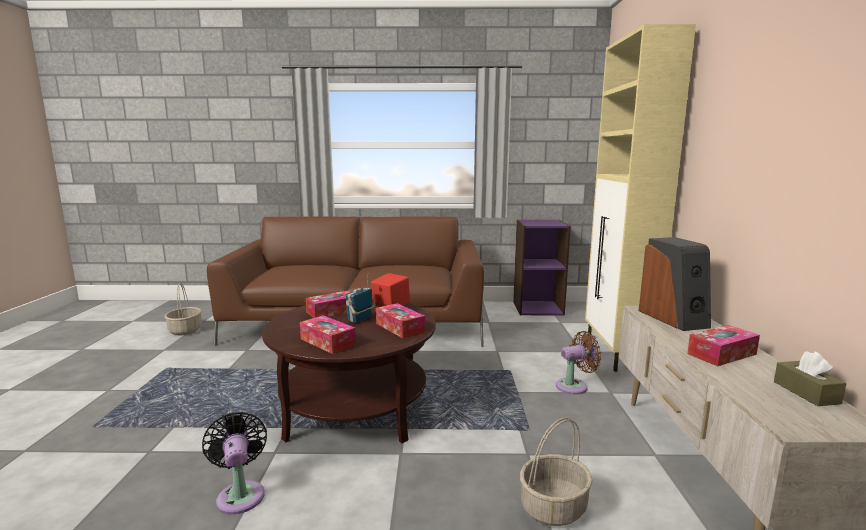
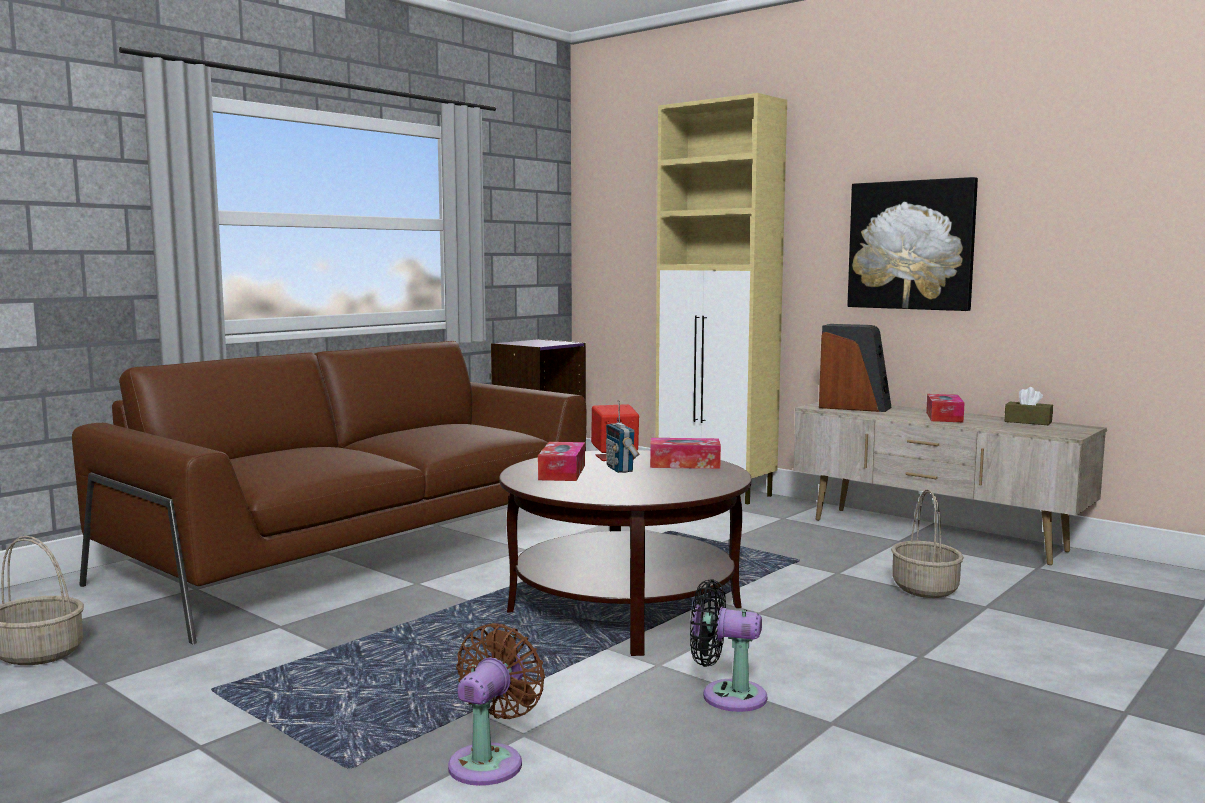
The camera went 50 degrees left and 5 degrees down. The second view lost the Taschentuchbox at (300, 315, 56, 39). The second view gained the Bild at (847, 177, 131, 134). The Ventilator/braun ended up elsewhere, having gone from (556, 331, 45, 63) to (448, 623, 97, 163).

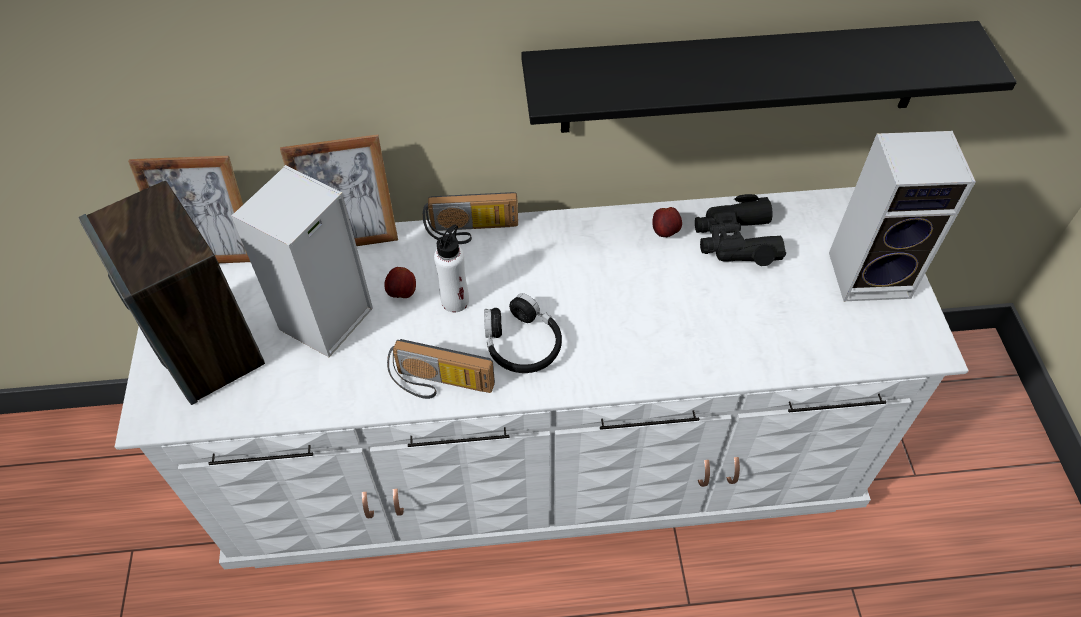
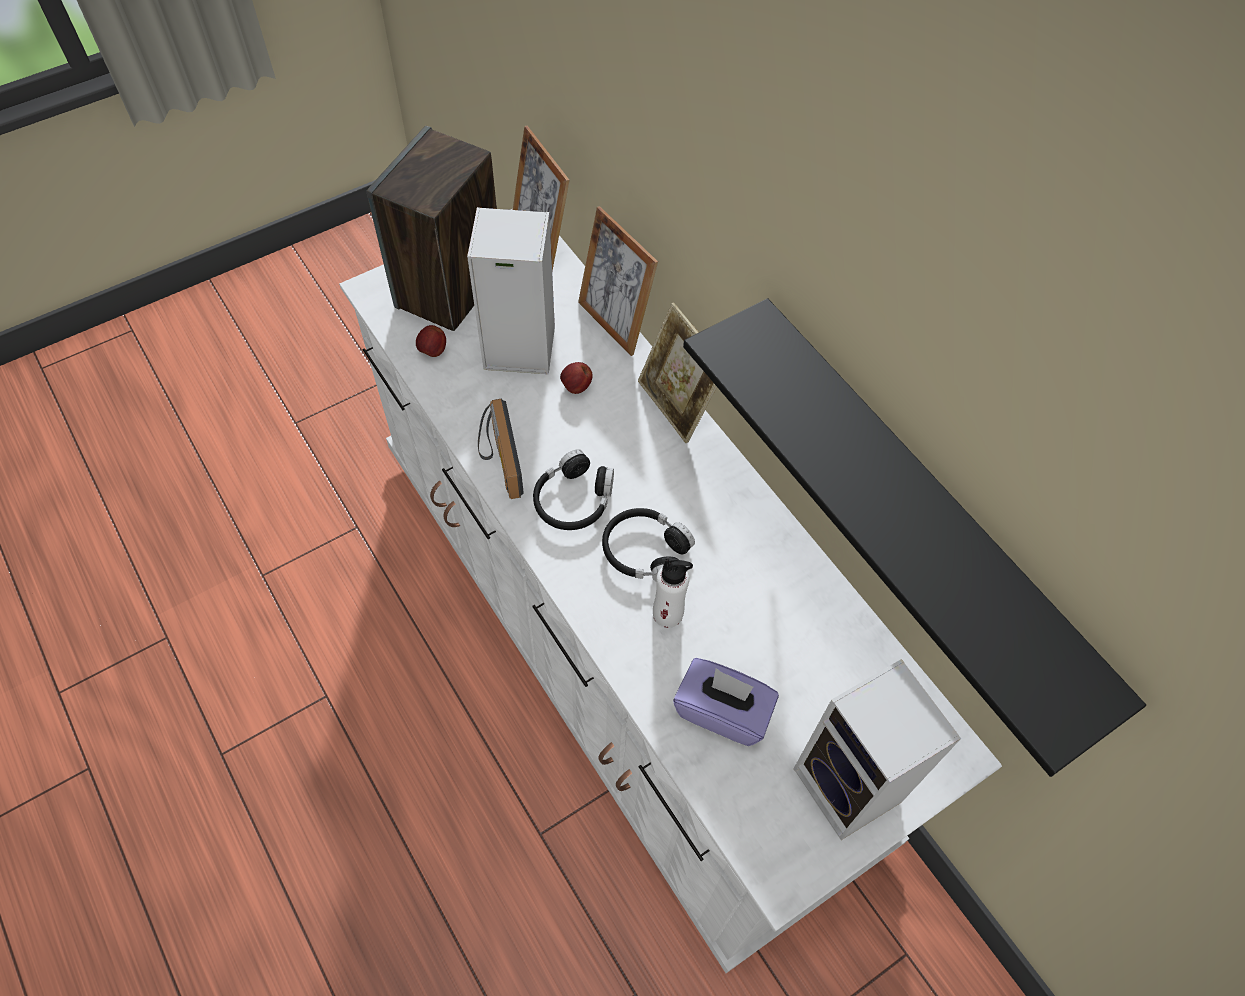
The camera went 60 degrees right and 5 degrees up. The second view lost the Fernglas/schwarz at (695, 194, 91, 72). The second view gained the Kopfhörer/schwarz at (602, 508, 93, 73). The second view gained the Taschentuchbox/lila at (673, 658, 106, 88). The Flasche/weiß ended up elsewhere, having gone from (434, 225, 35, 87) to (653, 558, 40, 70). The Apfel ended up elsewhere, having gone from (652, 207, 30, 31) to (416, 325, 30, 32). Where the Radio stood at (423, 192, 95, 52), the Bilderrahmen came to stand at (638, 303, 79, 141).

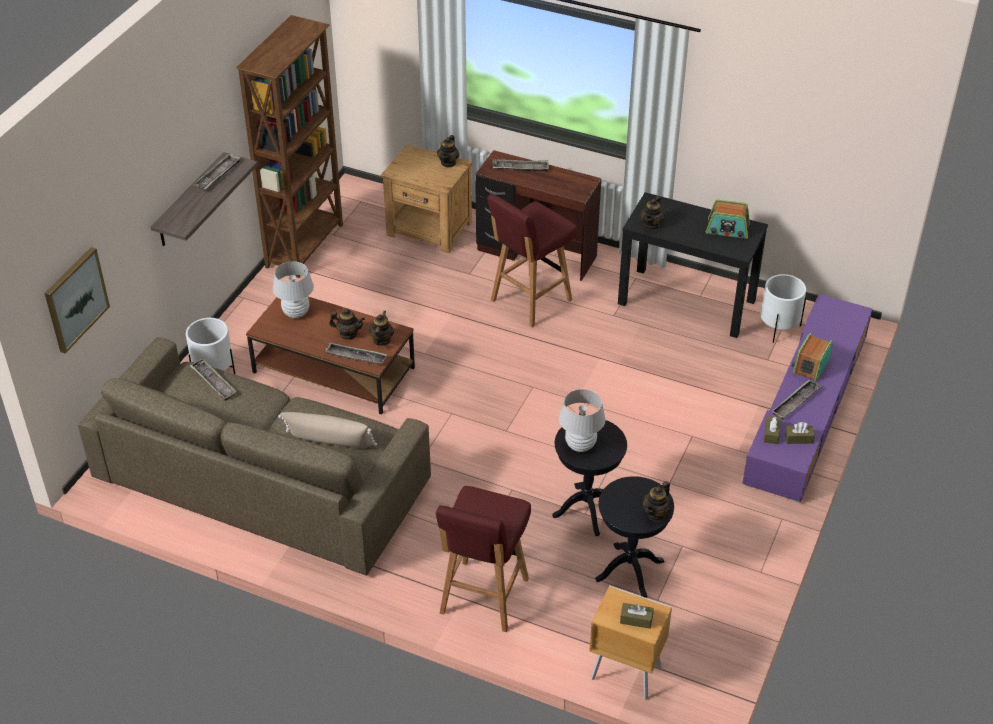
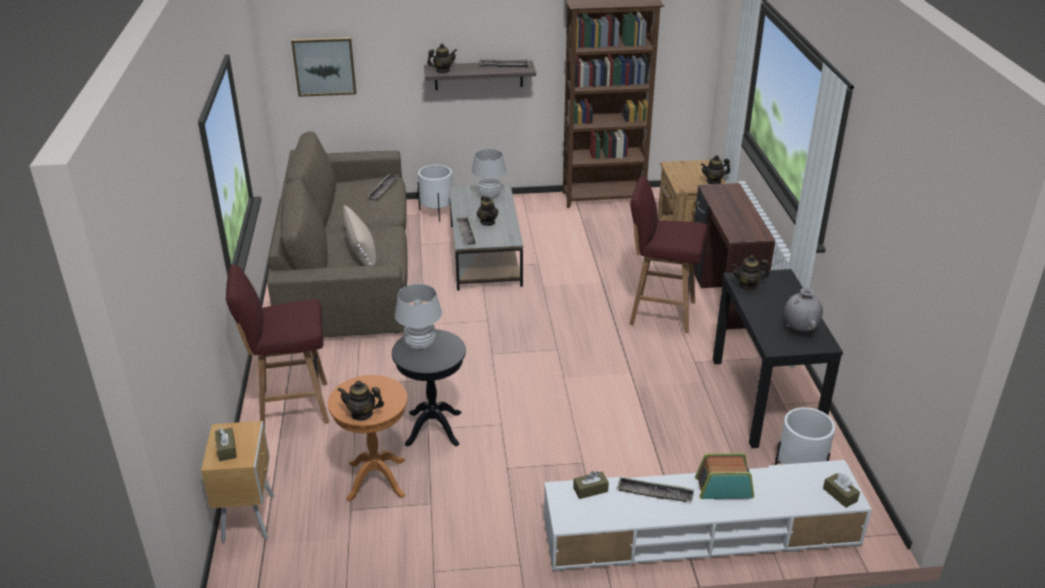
The camera went 60 degrees right and 10 degrees down. The second view lost the Tablett at (493, 159, 56, 13). The Teekanne ended up elsewhere, having gone from (369, 311, 25, 35) to (427, 43, 30, 30). The Taschentuchbox/braun ended up elsewhere, having gone from (785, 422, 30, 22) to (823, 473, 37, 35). Where the Radio stood at (706, 200, 44, 38), the Vase/grau came to stand at (784, 288, 39, 43). What was the Couchtisch/braun at (246, 297, 169, 118) turned into the Couchtisch/grau at (449, 184, 74, 106). What was the Beistelltisch/schwarz at (595, 476, 79, 122) turned into the Beistelltisch/orange at (328, 375, 79, 127). What was the Fernsehschrank/lila at (742, 294, 130, 209) turned into the Fernsehschrank/weiß at (544, 460, 328, 111).

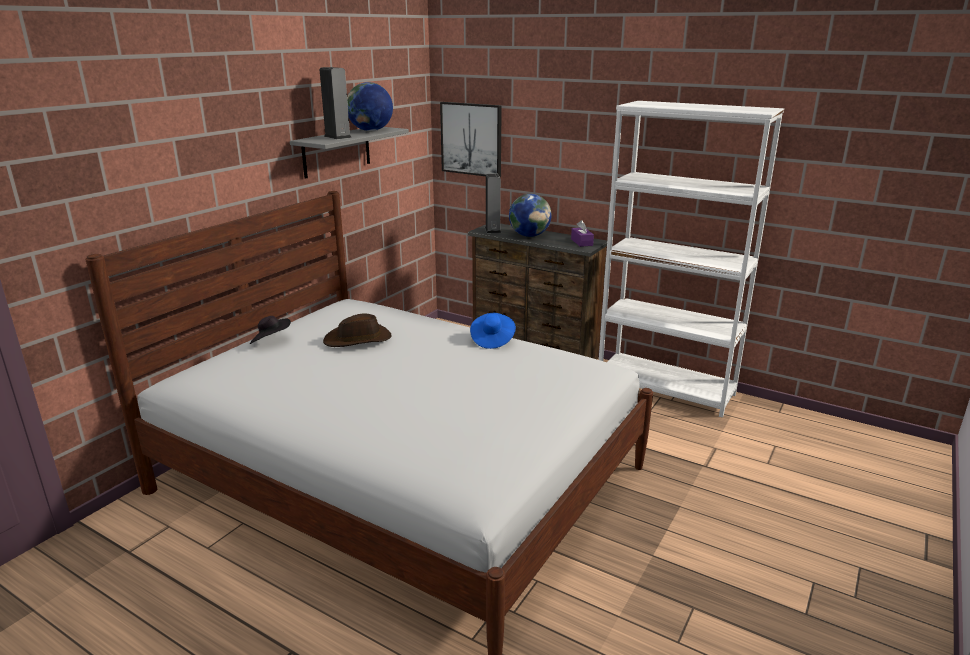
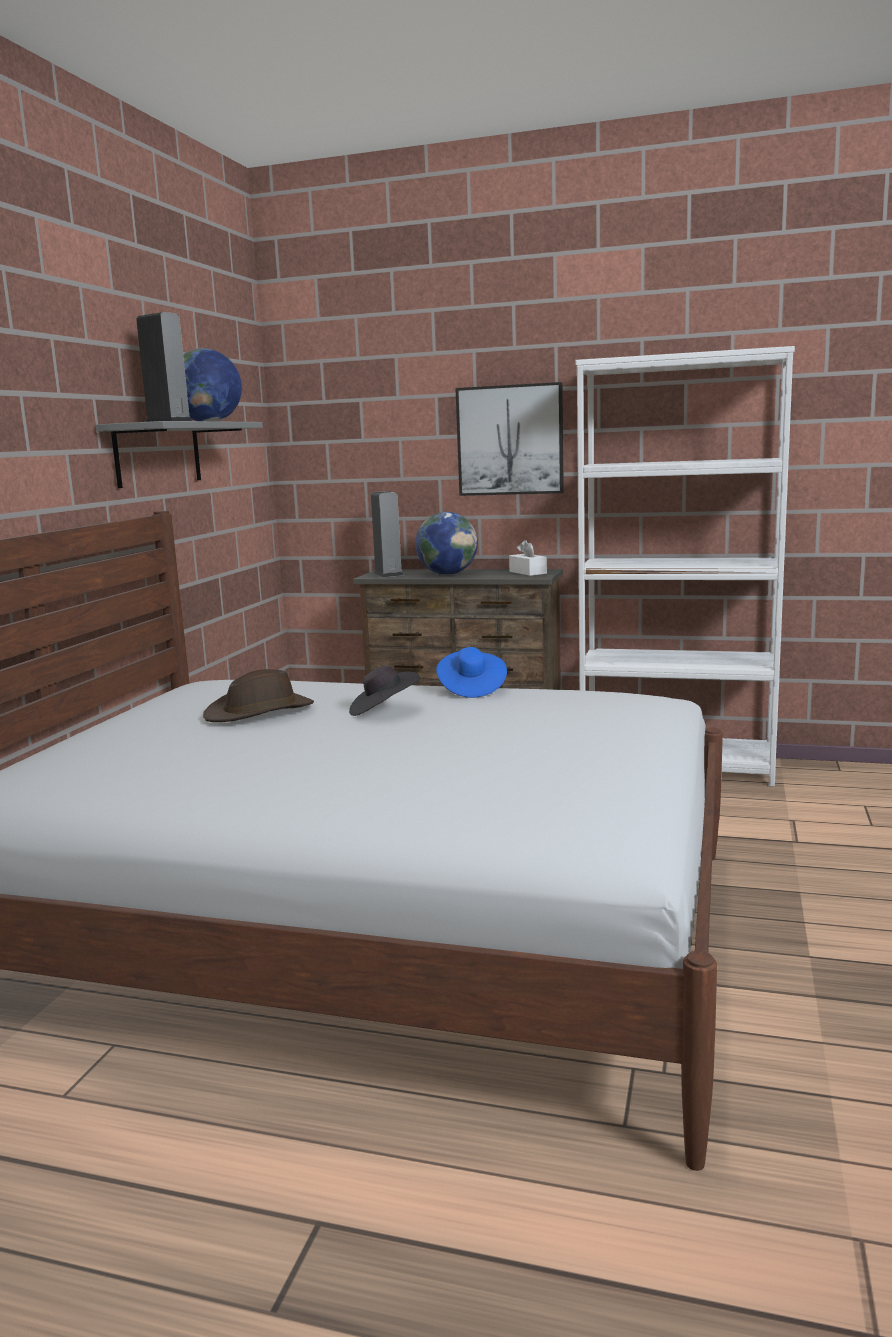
The camera went 15 degrees left and 10 degrees down. The Hut/schwarz ended up elsewhere, having gone from (250, 316, 41, 28) to (349, 666, 71, 50). The Bild ended up elsewhere, having gone from (440, 102, 62, 75) to (456, 382, 108, 114). What was the Taschentuchbox/lila at (571, 220, 23, 27) turned into the Taschentuchbox/weiß at (509, 540, 38, 36).

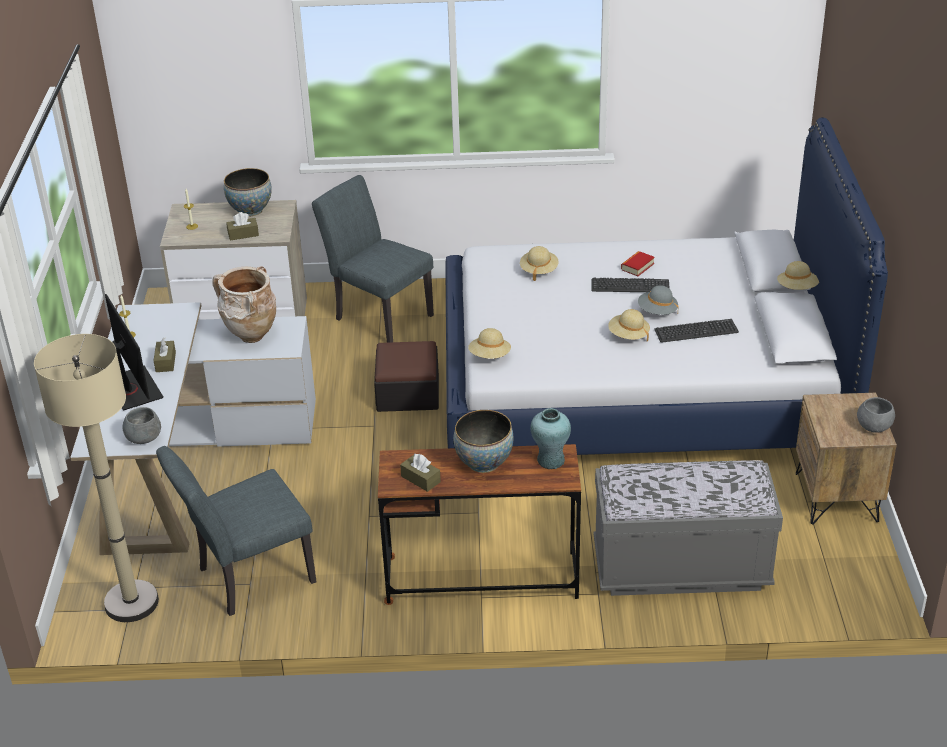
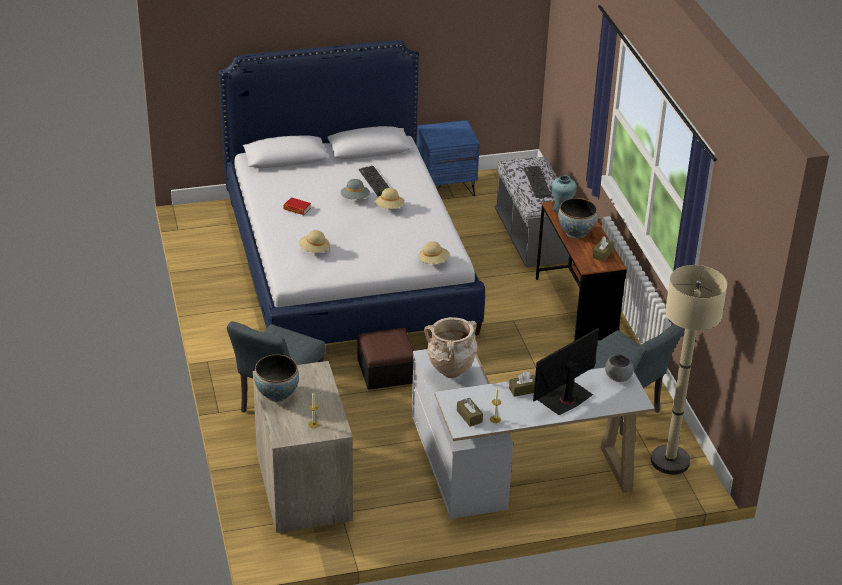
The camera went 105 degrees left and 0 degrees up. The second view lost the Hut/beige at (777, 261, 42, 29). The second view lost the Schüssel/grau at (857, 397, 38, 36). The Taschentuchbox/braun ended up elsewhere, having gone from (226, 212, 33, 29) to (457, 398, 26, 29). The Tastatur ended up elsewhere, having gone from (592, 278, 78, 14) to (524, 166, 28, 32). What was the Nachttisch/braun at (796, 393, 101, 131) turned into the Nachttisch/blau at (417, 120, 63, 76).

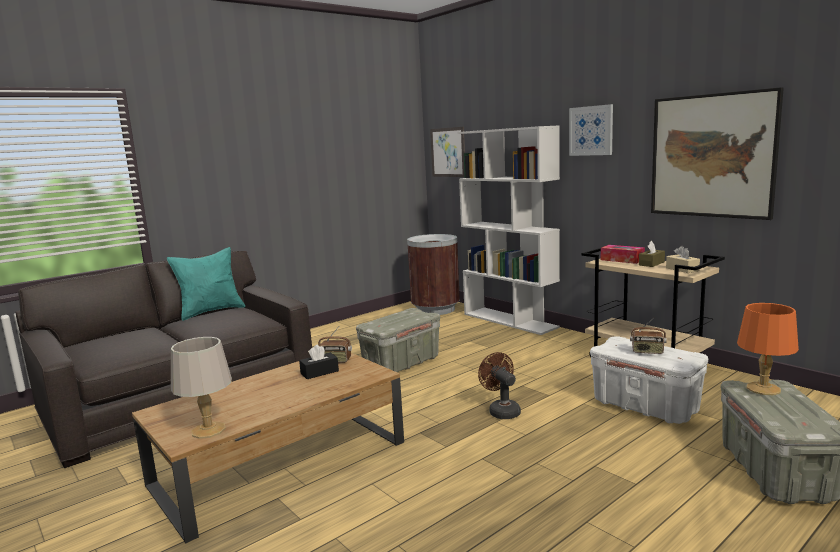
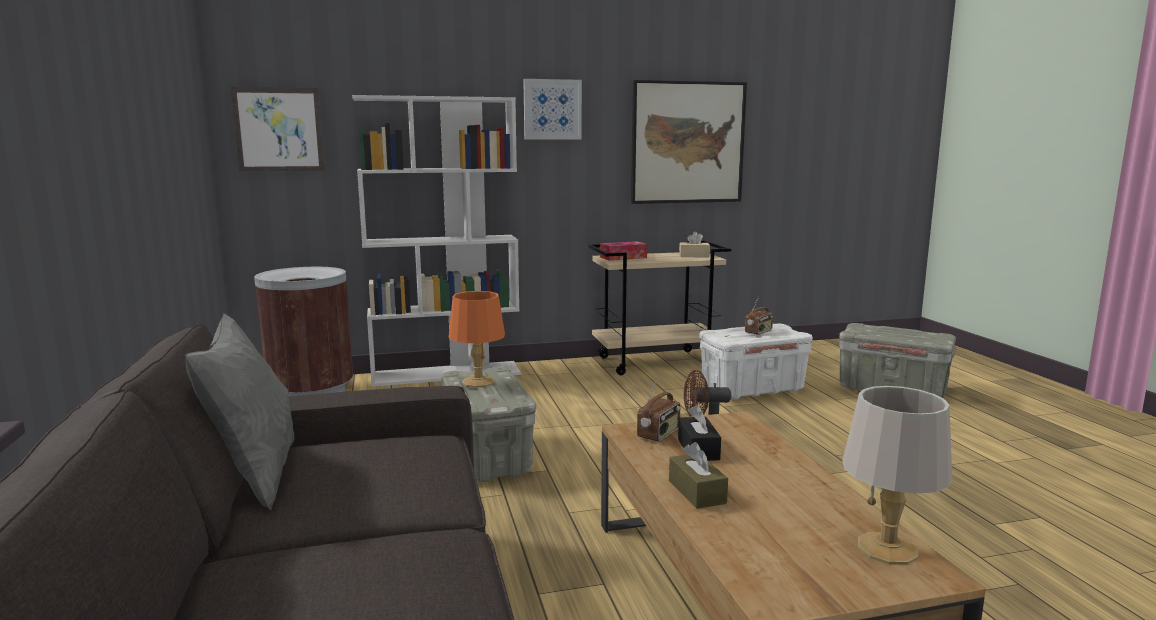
The camera went 65 degrees left and 0 degrees up. The Taschentuchbox/braun ended up elsewhere, having gone from (639, 241, 26, 26) to (669, 442, 59, 67). The Tischlampe/orange ended up elsewhere, having gone from (737, 303, 62, 92) to (449, 291, 56, 97). What was the Kissen/türkis at (167, 247, 78, 74) turned into the Kissen/grau at (185, 313, 110, 197).

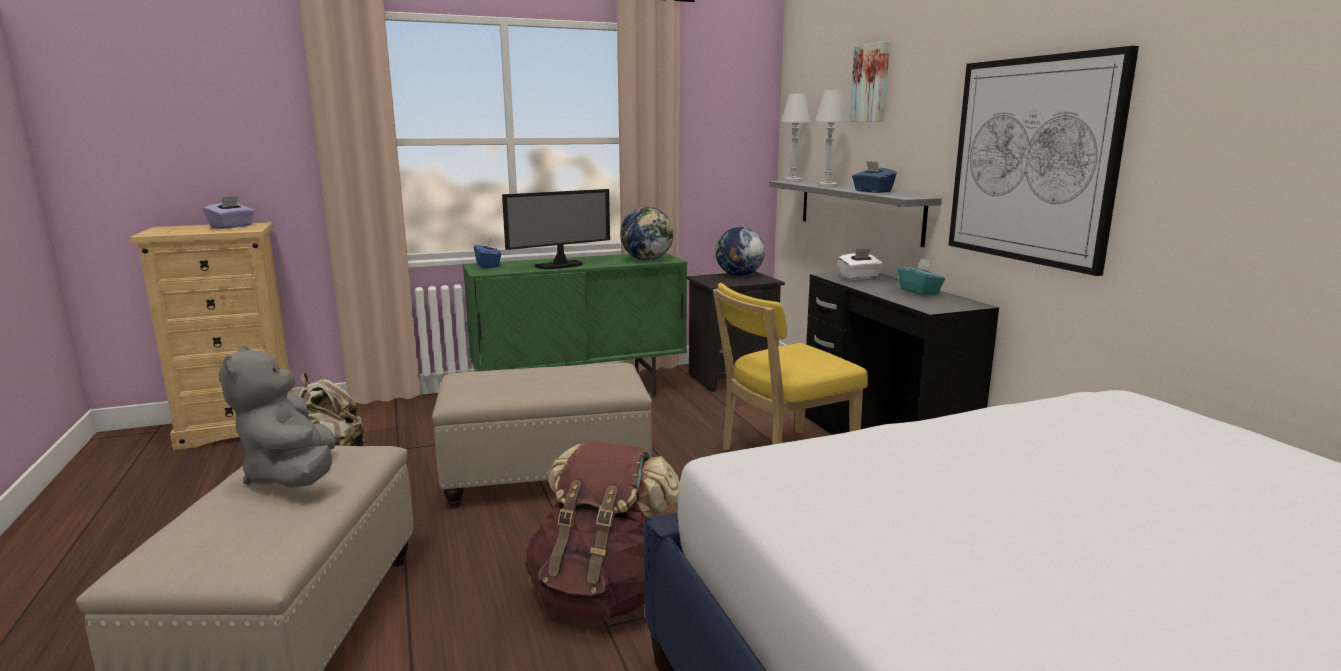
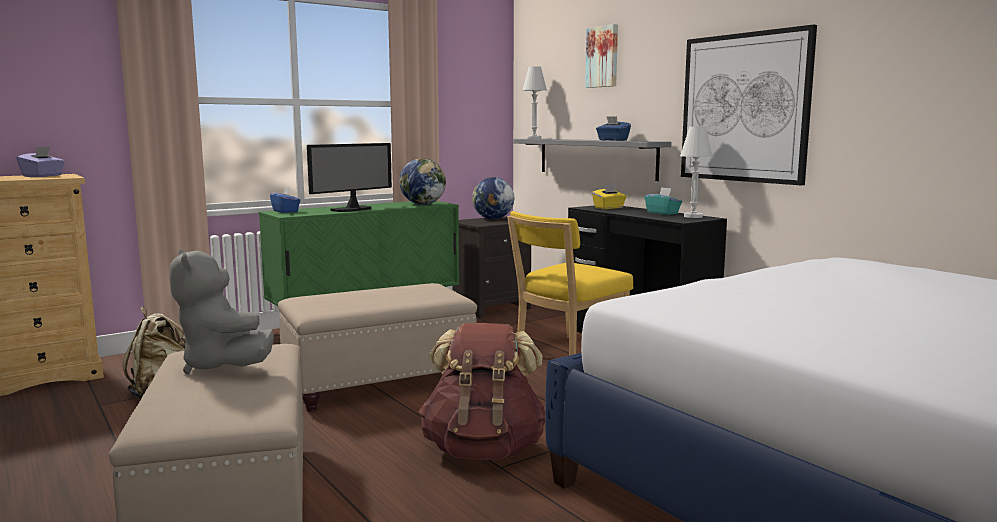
The camera went 15 degrees left and 5 degrees down. The Tischlampe/weiß ended up elsewhere, having gone from (815, 90, 33, 97) to (680, 127, 33, 91). What was the Taschentuchbox/weiß at (838, 248, 45, 32) turned into the Taschentuchbox/gelb at (592, 184, 35, 25).

